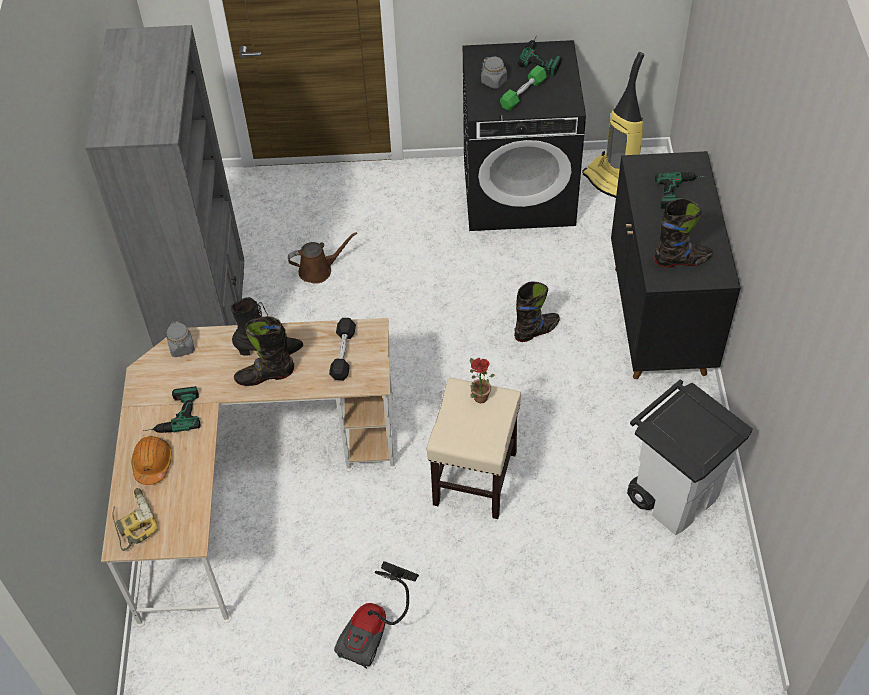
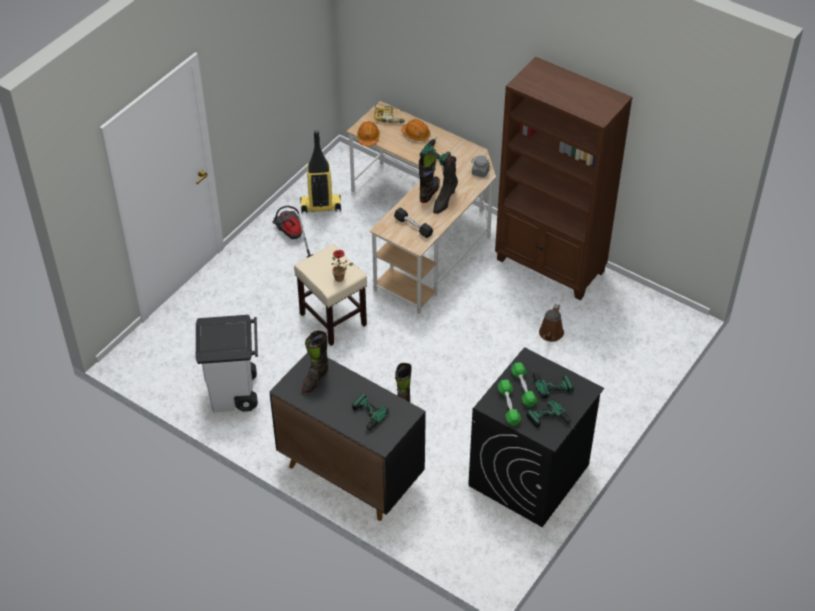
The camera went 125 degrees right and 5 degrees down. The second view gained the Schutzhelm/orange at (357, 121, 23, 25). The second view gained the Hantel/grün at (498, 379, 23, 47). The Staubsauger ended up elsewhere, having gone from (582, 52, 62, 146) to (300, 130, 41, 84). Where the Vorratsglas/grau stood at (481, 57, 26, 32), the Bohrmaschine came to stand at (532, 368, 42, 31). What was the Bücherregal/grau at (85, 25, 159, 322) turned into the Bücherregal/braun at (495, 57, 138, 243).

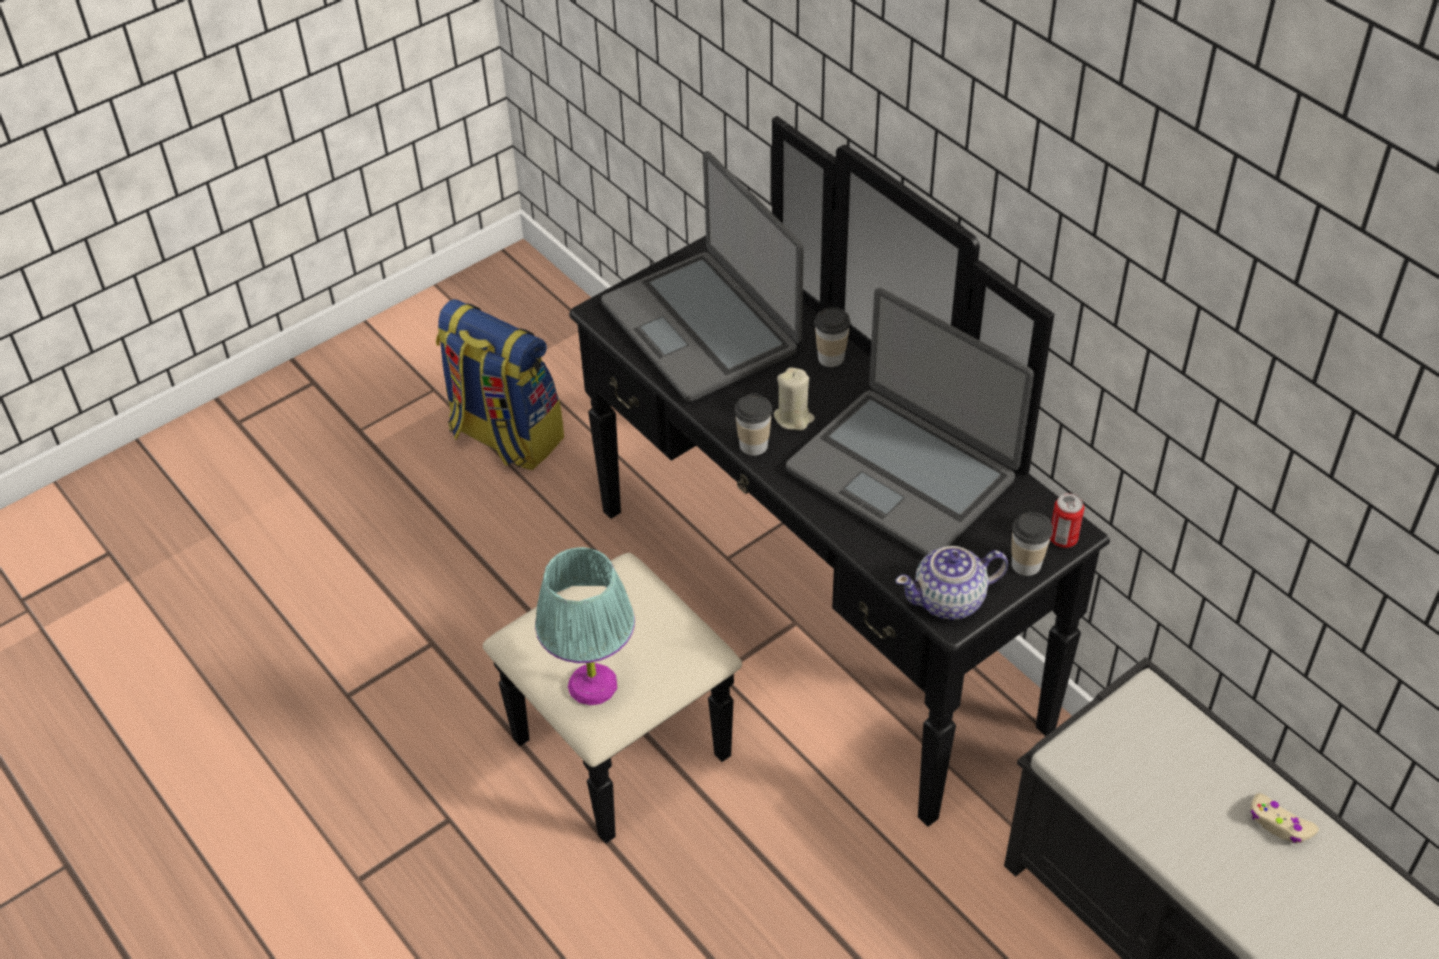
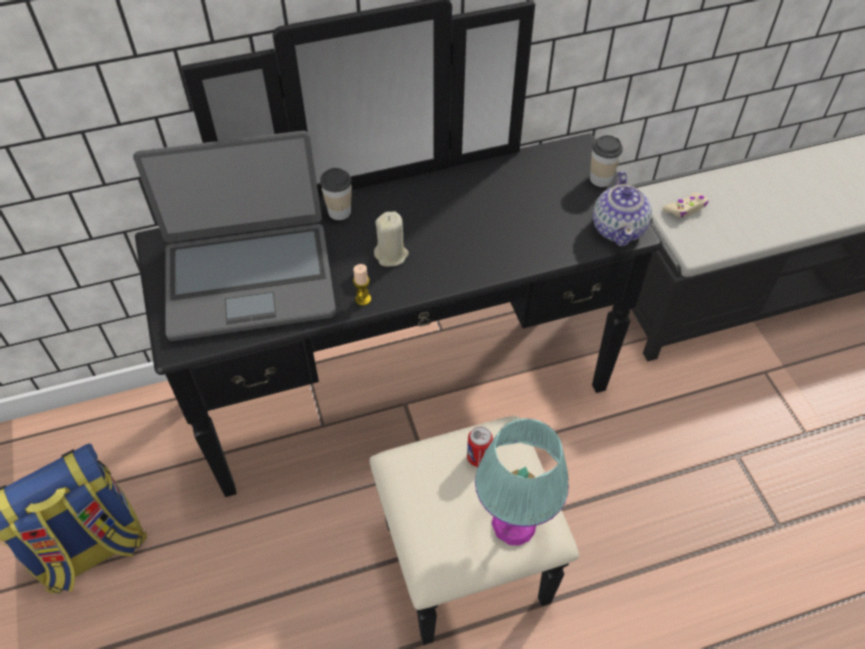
The camera went 70 degrees left and 5 degrees up. The second view lost the Tasse at (735, 393, 37, 63). The second view lost the Laptop at (786, 288, 248, 268). The second view gained the Kerze at (353, 264, 18, 42). The Dose ended up elsewhere, having gone from (1050, 493, 34, 55) to (467, 426, 26, 41). The Gamepad/beige ended up elsewhere, having gone from (1251, 793, 68, 51) to (663, 193, 45, 24).

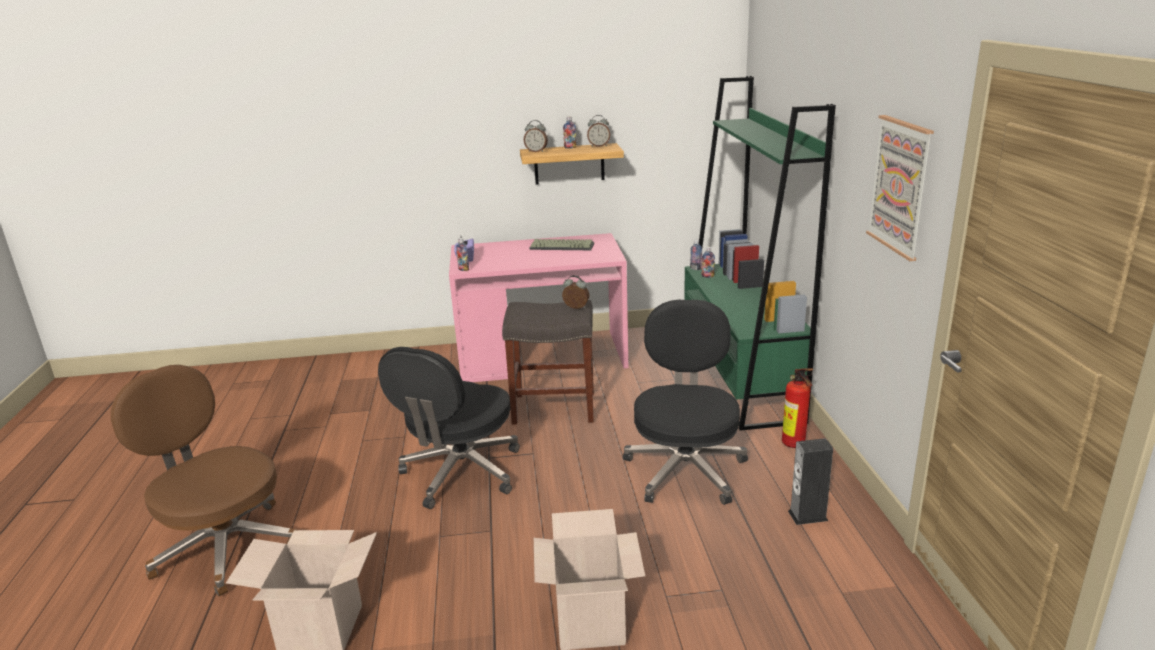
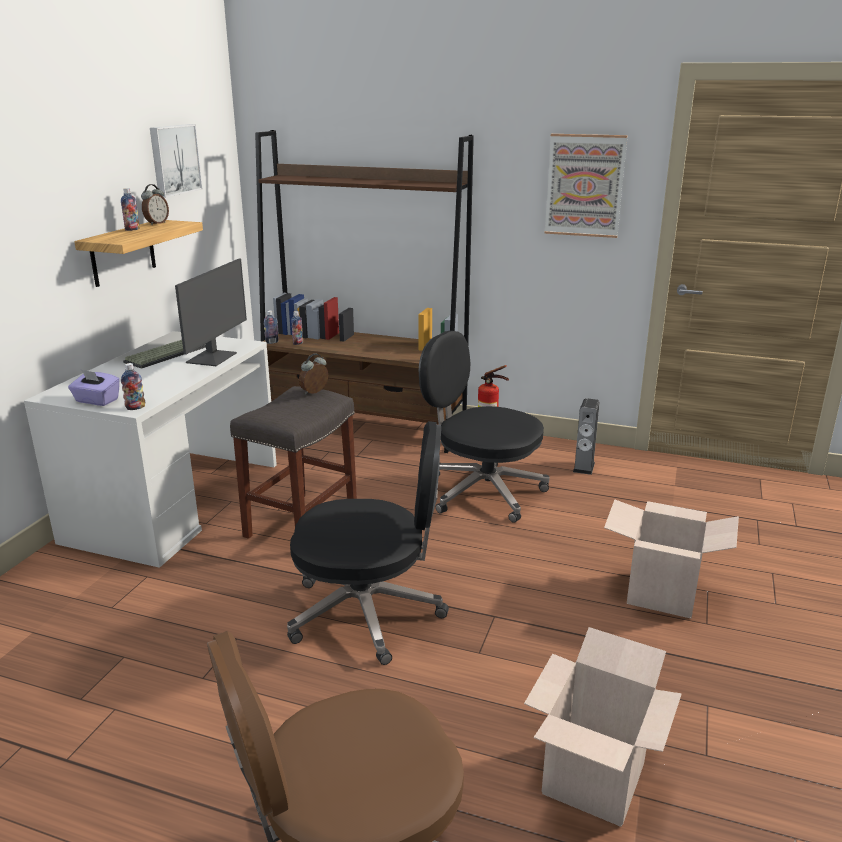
The camera went 65 degrees left and 0 degrees up. The second view lost the Wecker at (524, 120, 24, 32). The second view gained the Bild at (150, 124, 53, 74). The second view gained the Monitor at (175, 258, 72, 108). What was the Schreibtisch/rosa at (449, 233, 179, 149) turned into the Schreibtisch/weiß at (24, 331, 253, 237). What was the Bücherregal/grün at (684, 76, 152, 355) turned into the Bücherregal/braun at (255, 130, 219, 323). The Bürostuhl/schwarz at (378, 347, 142, 162) ended up facing another way, 45 degrees counterclockwise from before.

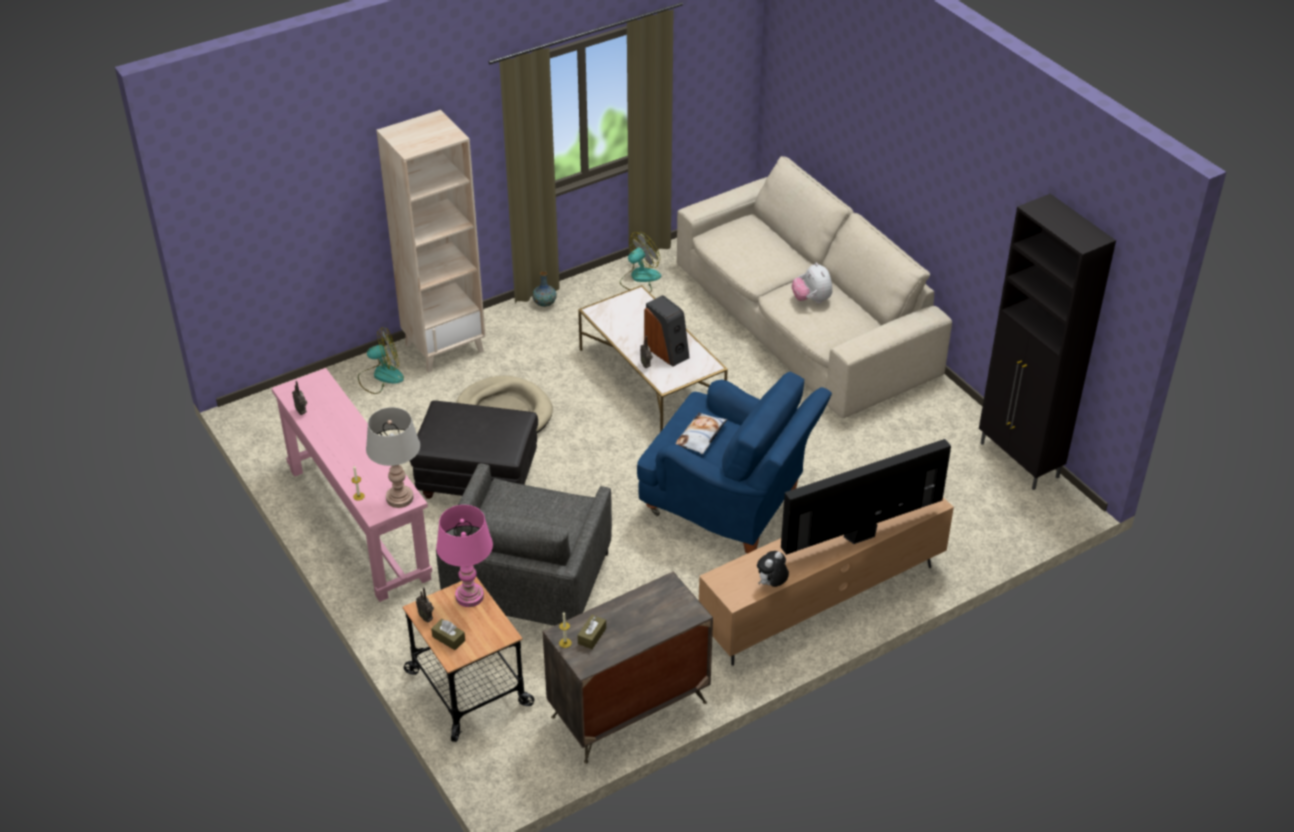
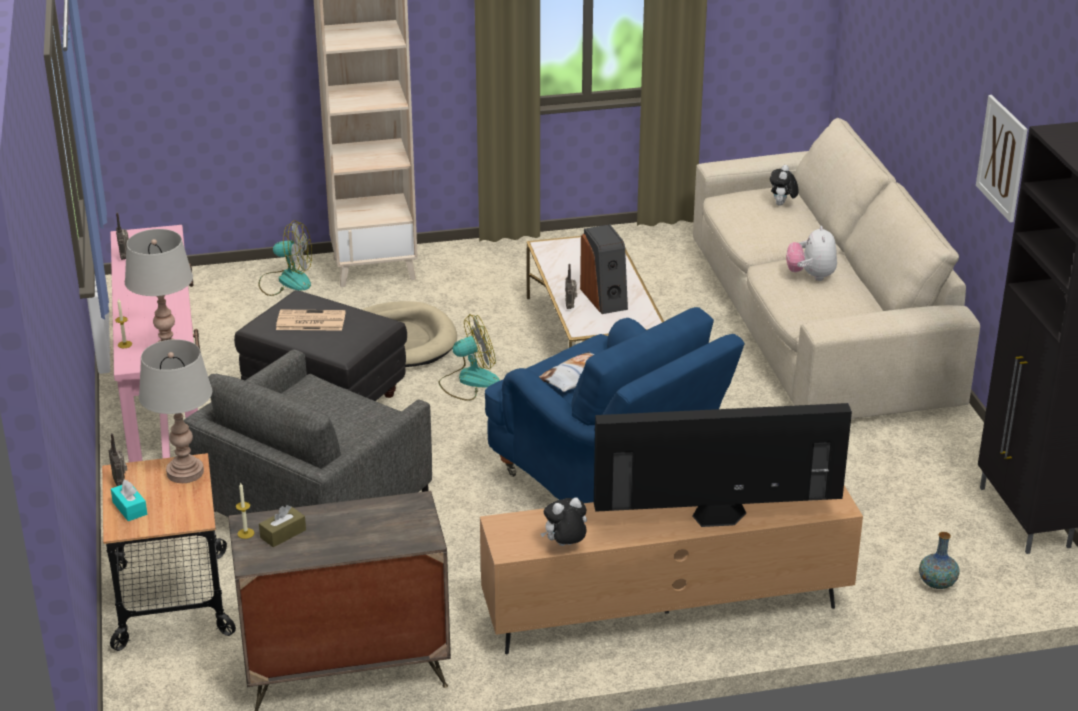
The camera went 20 degrees right and 10 degrees down. The second view gained the Zeitung at (276, 310, 70, 21). The second view gained the Plüschtier at (770, 165, 28, 41). The second view gained the Bild at (976, 95, 52, 128). The Vase ended up elsewhere, having gone from (532, 271, 25, 36) to (919, 532, 41, 57). The Ventilator ended up elsewhere, having gone from (620, 232, 41, 60) to (439, 314, 61, 87). What was the Taschentuchbox/braun at (431, 619, 34, 31) turned into the Taschentuchbox/türkis at (111, 480, 36, 41). What was the Tischlampe/rosa at (436, 505, 57, 102) turned into the Tischlampe/grau at (139, 339, 73, 144).

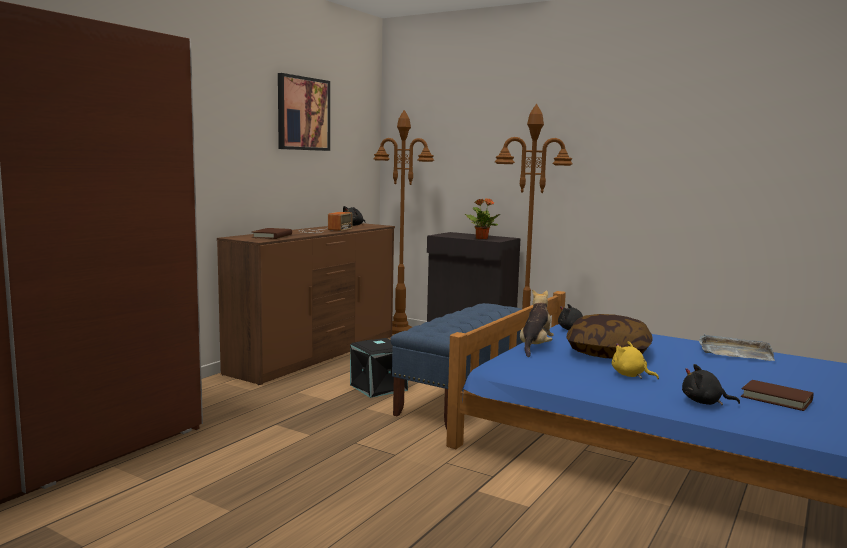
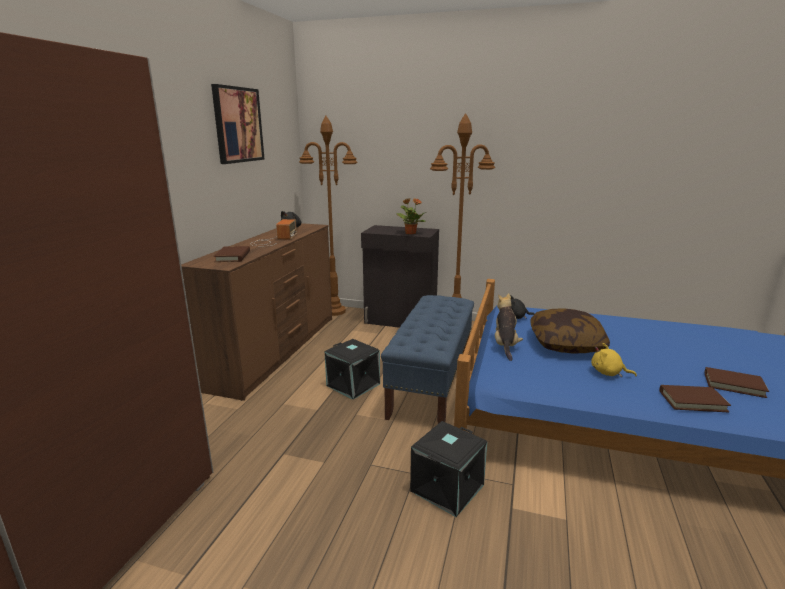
The camera went 15 degrees left and 10 degrees up. The second view lost the Tablett/grau at (699, 334, 76, 27). The second view gained the Aufbewahrungsbox/schwarz at (410, 421, 78, 96). Where the Plüschtier/schwarz stood at (682, 364, 58, 41), the Buch/braun came to stand at (659, 385, 72, 27).

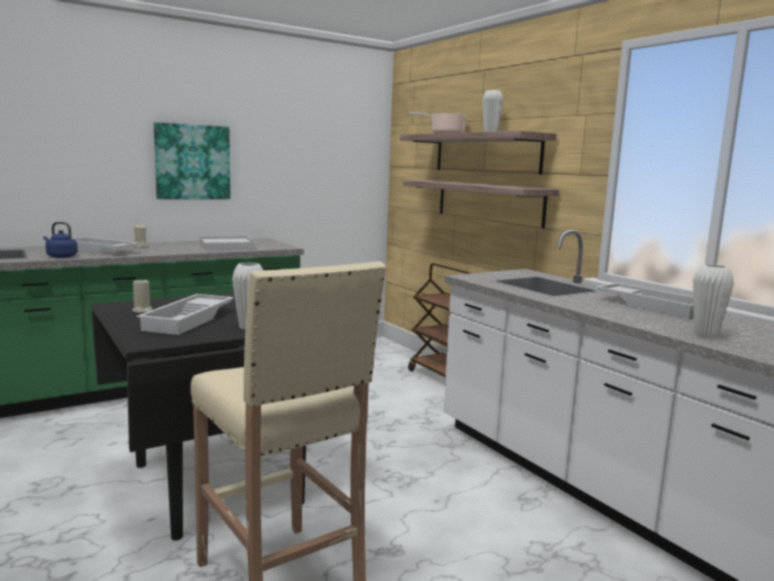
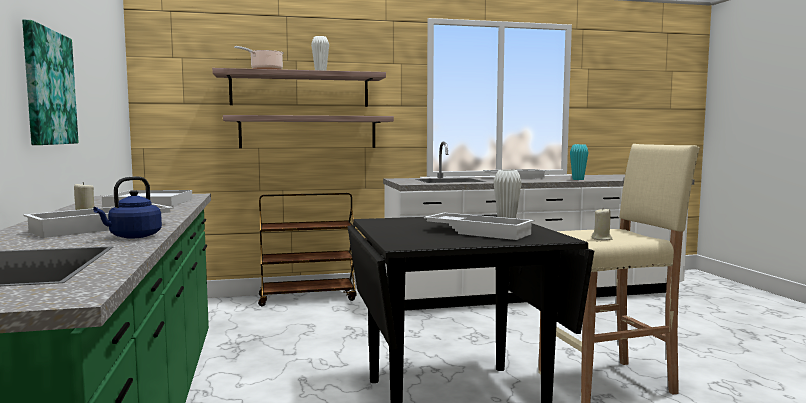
The camera went 70 degrees left and 5 degrees down. The Kerze/beige ended up elsewhere, having gone from (132, 278, 21, 35) to (592, 207, 20, 33). What was the Vase/weiß at (693, 264, 41, 74) turned into the Vase/türkis at (570, 144, 19, 36).

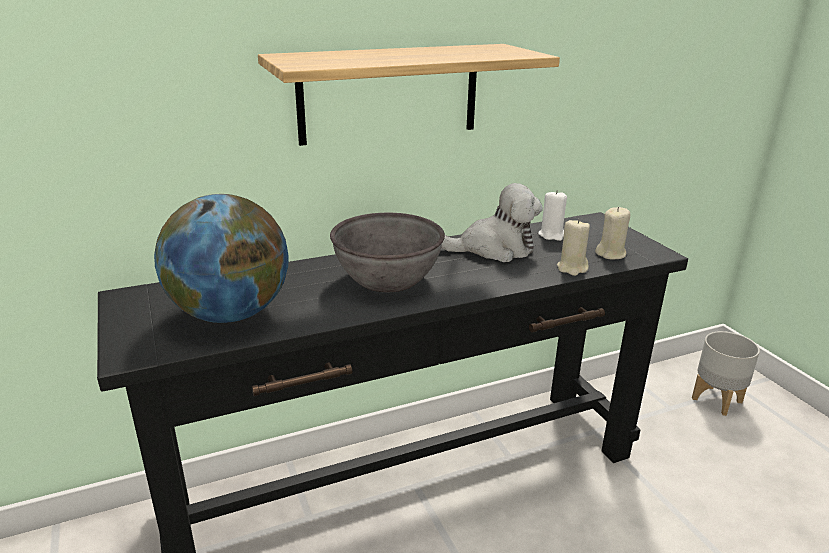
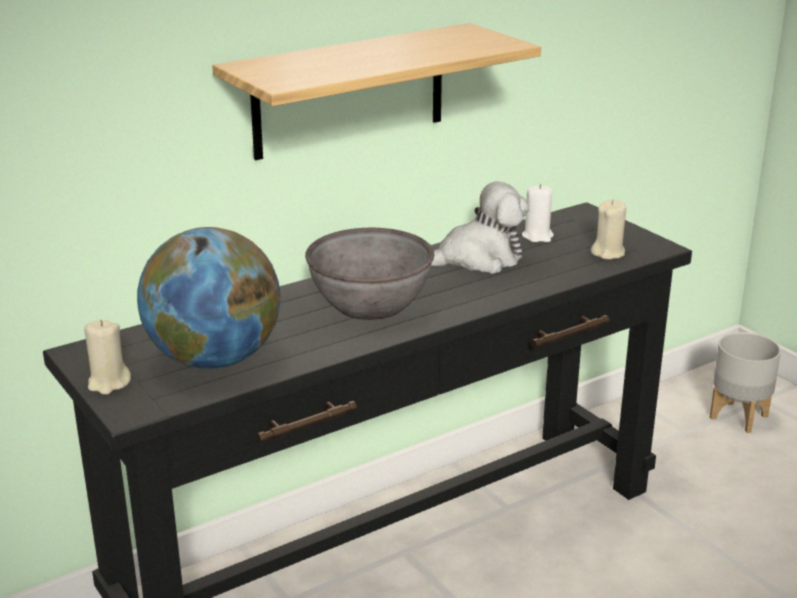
The camera went 10 degrees left and 0 degrees up. The Kerze/beige ended up elsewhere, having gone from (557, 219, 33, 57) to (84, 320, 47, 75).

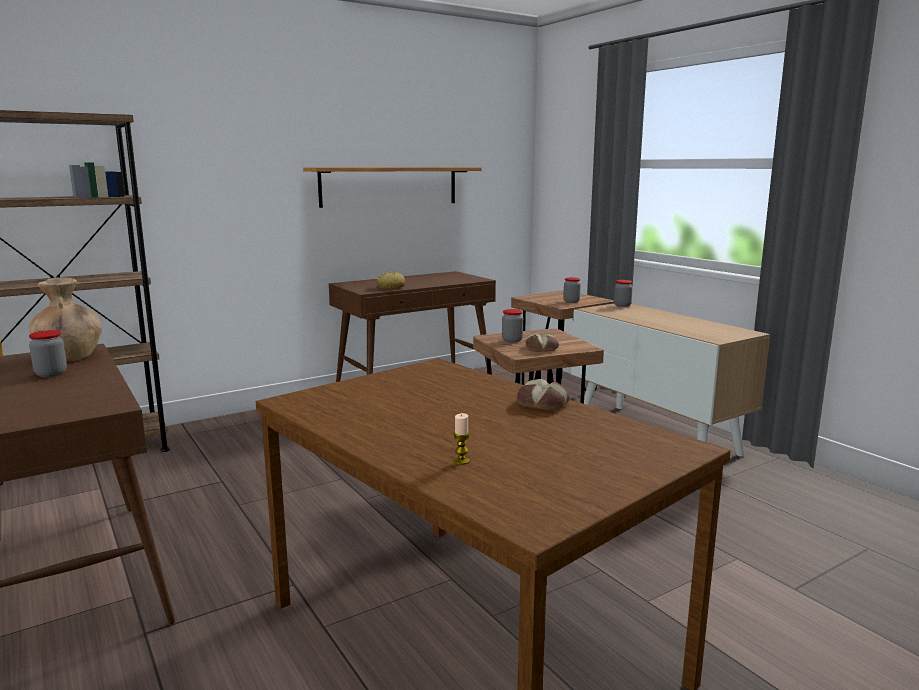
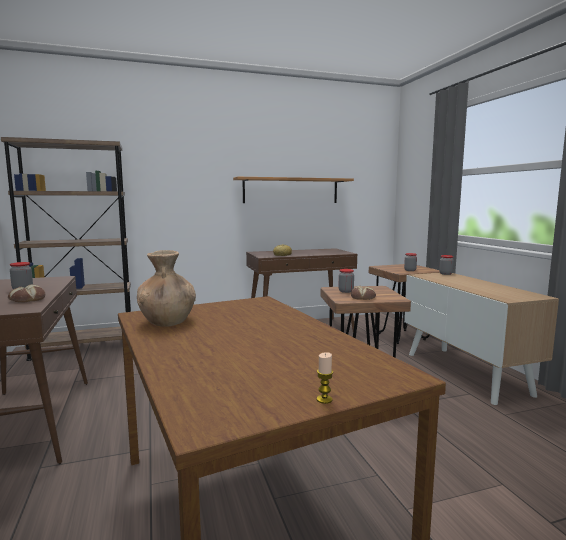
The camera went 15 degrees right and 5 degrees down. The Vase/braun ended up elsewhere, having gone from (29, 278, 73, 84) to (137, 250, 59, 77). The Kerze ended up elsewhere, having gone from (453, 413, 17, 52) to (317, 352, 16, 52). The Brot ended up elsewhere, having gone from (517, 379, 53, 31) to (8, 285, 37, 18).

